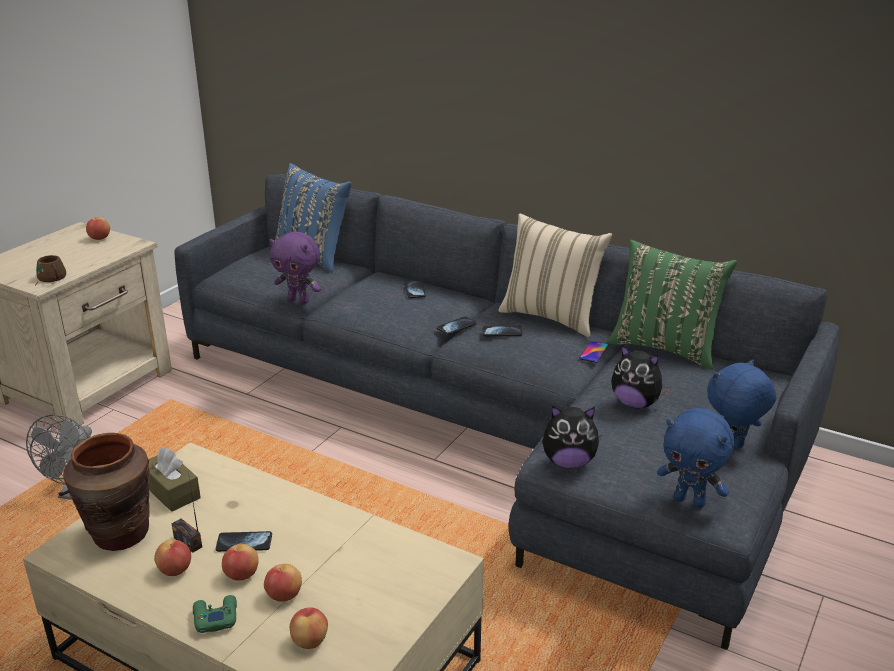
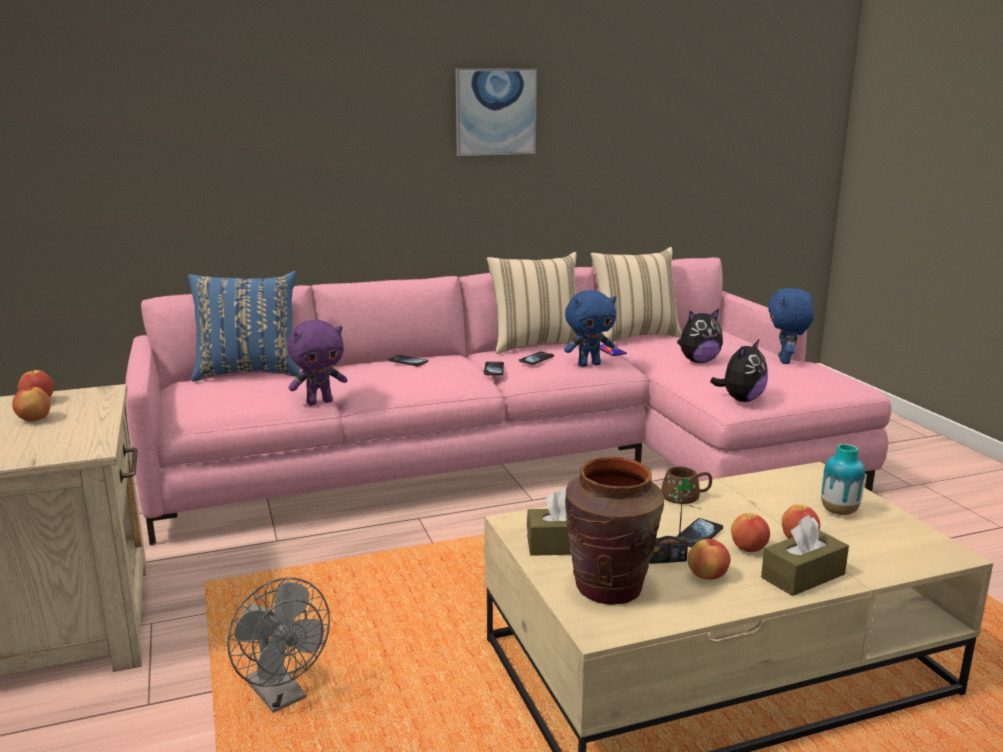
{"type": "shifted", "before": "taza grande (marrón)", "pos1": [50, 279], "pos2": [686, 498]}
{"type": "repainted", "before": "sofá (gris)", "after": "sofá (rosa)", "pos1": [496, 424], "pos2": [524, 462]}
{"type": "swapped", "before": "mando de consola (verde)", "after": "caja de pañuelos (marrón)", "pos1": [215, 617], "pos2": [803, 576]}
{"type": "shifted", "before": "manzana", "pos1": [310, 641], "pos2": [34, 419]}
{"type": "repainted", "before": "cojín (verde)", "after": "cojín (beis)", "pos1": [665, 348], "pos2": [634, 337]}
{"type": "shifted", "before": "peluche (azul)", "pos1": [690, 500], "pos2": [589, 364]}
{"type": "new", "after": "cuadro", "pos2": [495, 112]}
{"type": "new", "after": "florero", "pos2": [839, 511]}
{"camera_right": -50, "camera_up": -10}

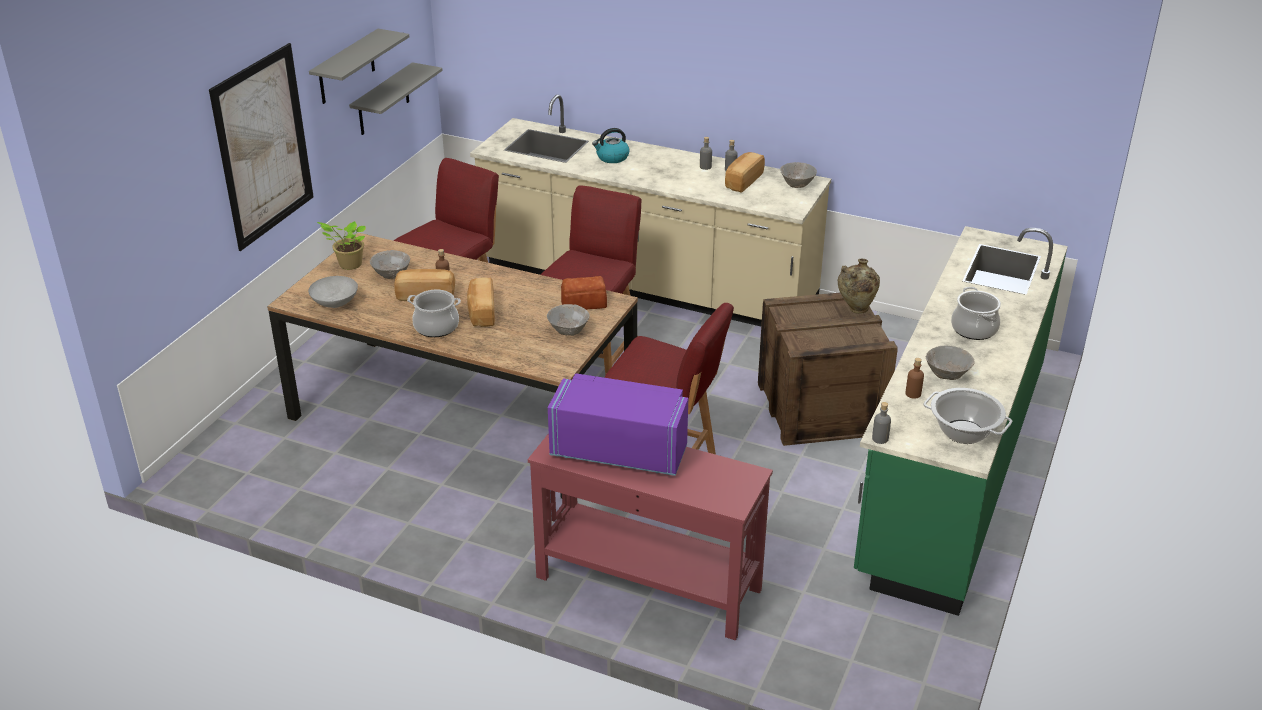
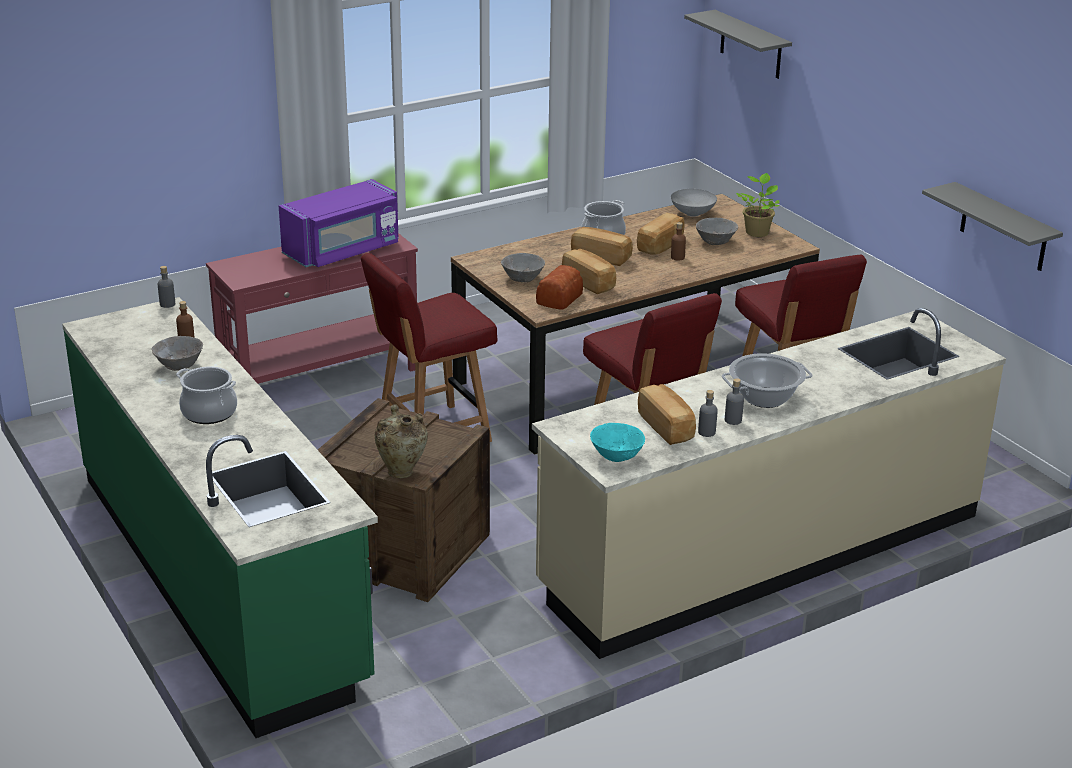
{"type": "gone", "before": "cuadro", "pos1": [263, 146]}
{"type": "shifted", "before": "estante (gris)", "pos1": [346, 67], "pos2": [751, 45]}
{"type": "gone", "before": "hervidor", "pos1": [612, 158]}
{"type": "repainted", "before": "cuenco (gris)", "after": "cuenco (turquesa)", "pos1": [797, 185], "pos2": [616, 456]}
{"type": "shifted", "before": "olla", "pos1": [963, 432], "pos2": [765, 397]}
{"type": "new", "after": "pan", "pos2": [589, 282]}
{"camera_right": 125, "camera_up": -5}

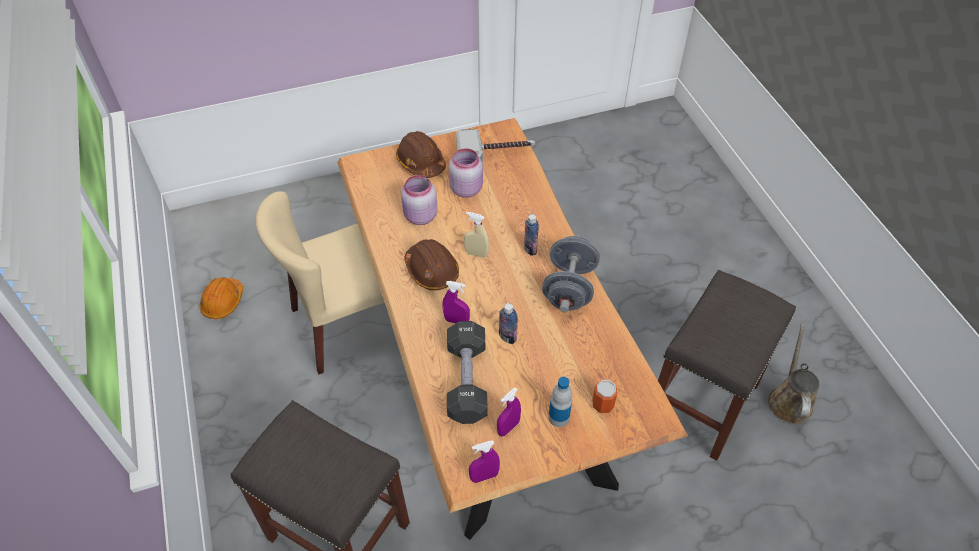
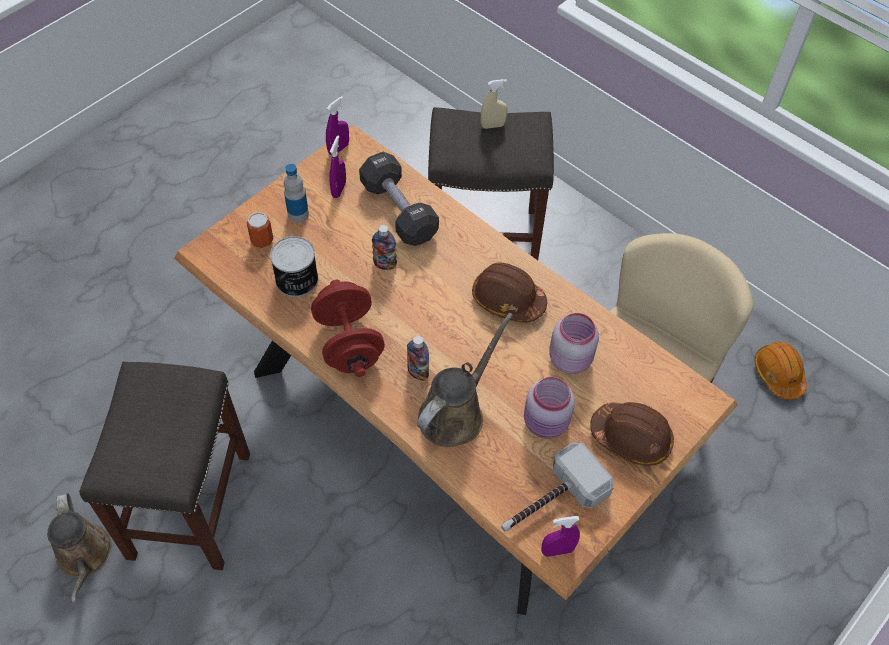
{"type": "shifted", "before": "pulverizador (morado)", "pos1": [456, 321], "pos2": [557, 550]}
{"type": "shifted", "before": "pulverizador (beis)", "pos1": [476, 254], "pos2": [493, 125]}
{"type": "repainted", "before": "mancuerna (gris)", "after": "mancuerna (rojo)", "pos1": [569, 288], "pos2": [349, 343]}
{"type": "new", "after": "lata", "pos2": [297, 281]}
{"type": "new", "after": "regadera (marrón)", "pos2": [455, 413]}
{"camera_right": 150, "camera_up": 5}

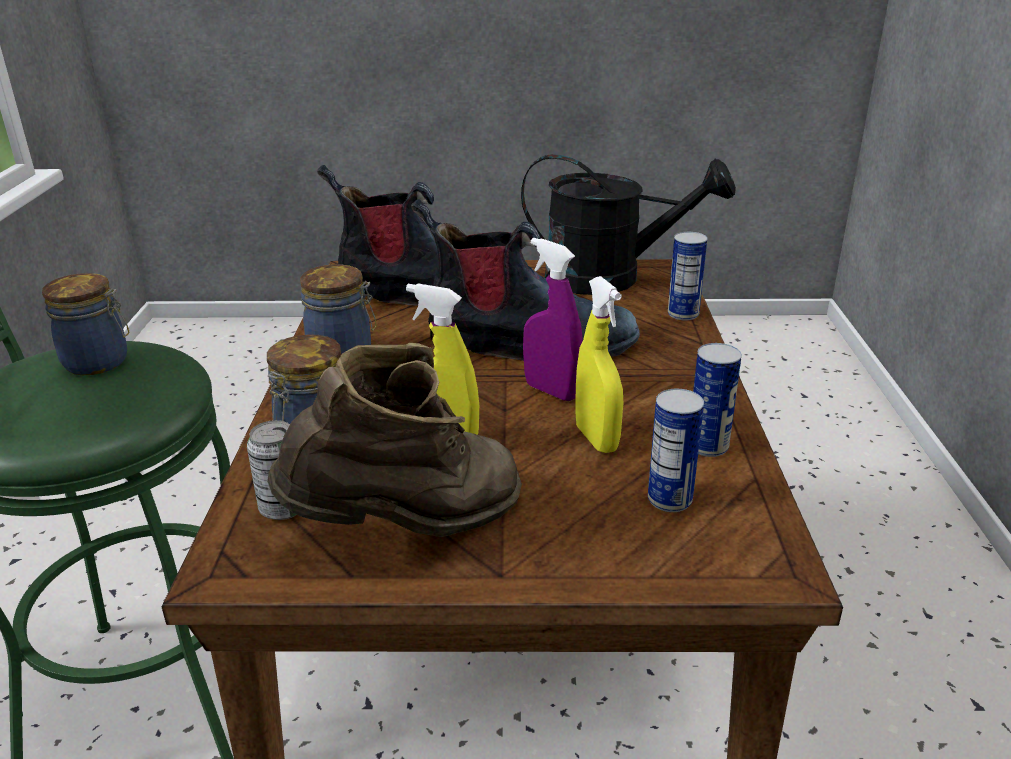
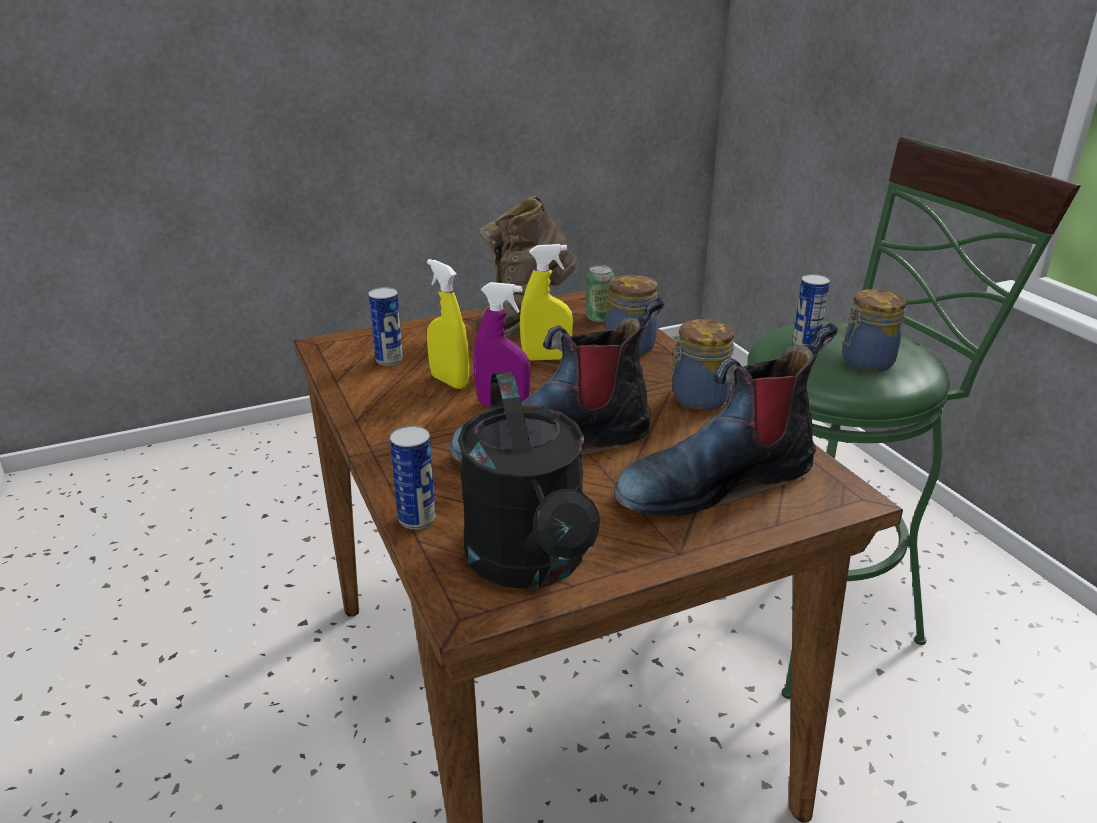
{"type": "rotated", "before": "regadera (negro)", "pos1": [610, 278], "pos2": [531, 564], "turn": -90}
{"type": "shifted", "before": "lata", "pos1": [708, 446], "pos2": [805, 344]}
{"camera_right": 155, "camera_up": 0}

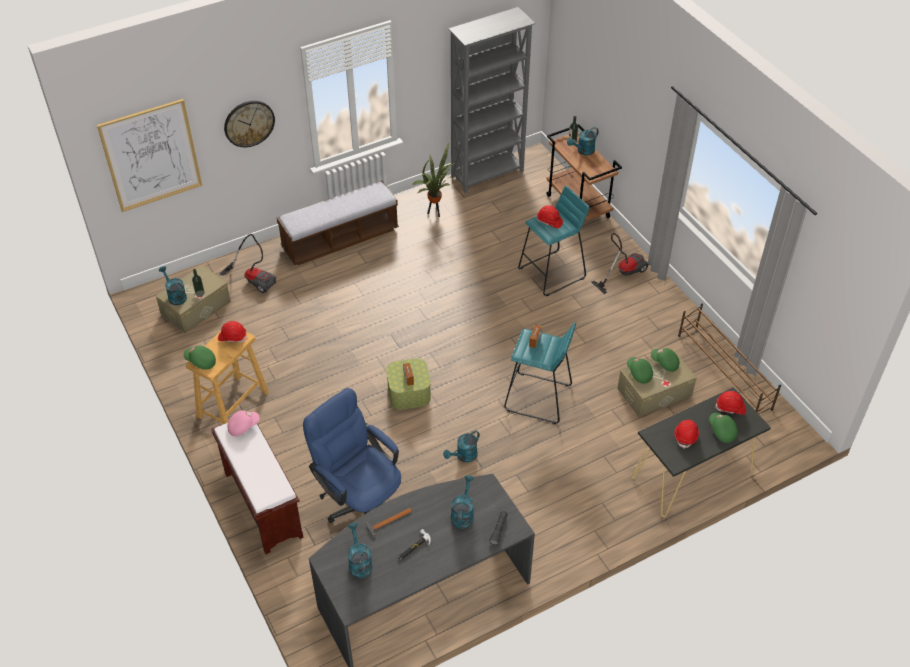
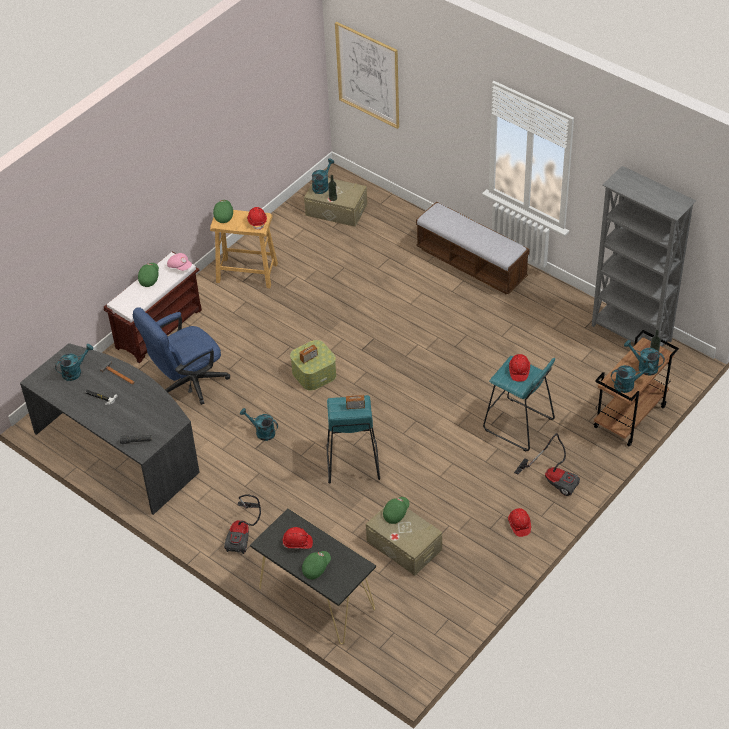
{"type": "shifted", "before": "aspiradora", "pos1": [254, 279], "pos2": [243, 533]}
{"type": "gone", "before": "reloj de pared", "pos1": [249, 123]}
{"type": "rotated", "before": "silla de oficina (azul)", "pos1": [360, 501], "pos2": [187, 383], "turn": -150}
{"type": "gone", "before": "planta en maceta", "pos1": [435, 212]}
{"type": "shifted", "before": "regadera (turquesa)", "pos1": [463, 514], "pos2": [628, 384]}
{"type": "shifted", "before": "gorra (verde)", "pos1": [664, 363], "pos2": [149, 278]}
{"type": "gone", "before": "zapatero (marrón)", "pos1": [724, 372]}
{"type": "shifted", "before": "casco (rojo)", "pos1": [730, 408], "pos2": [519, 525]}
{"camera_right": 70, "camera_up": 0}

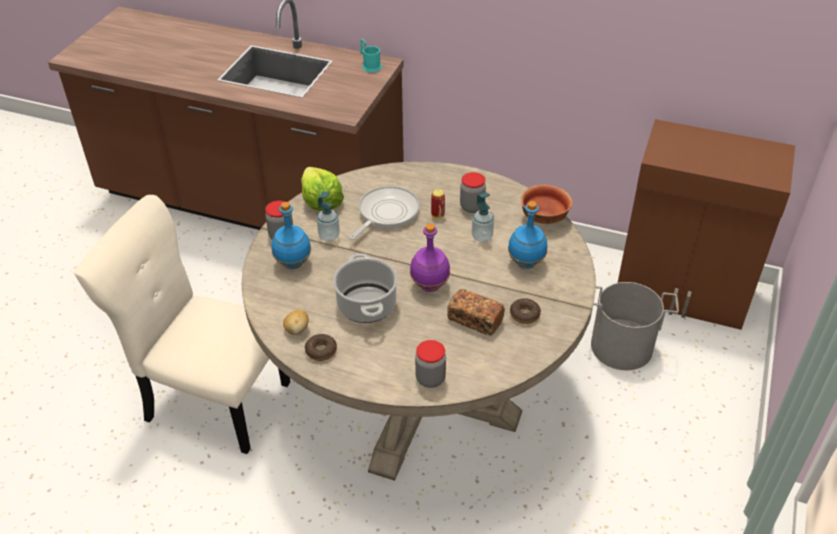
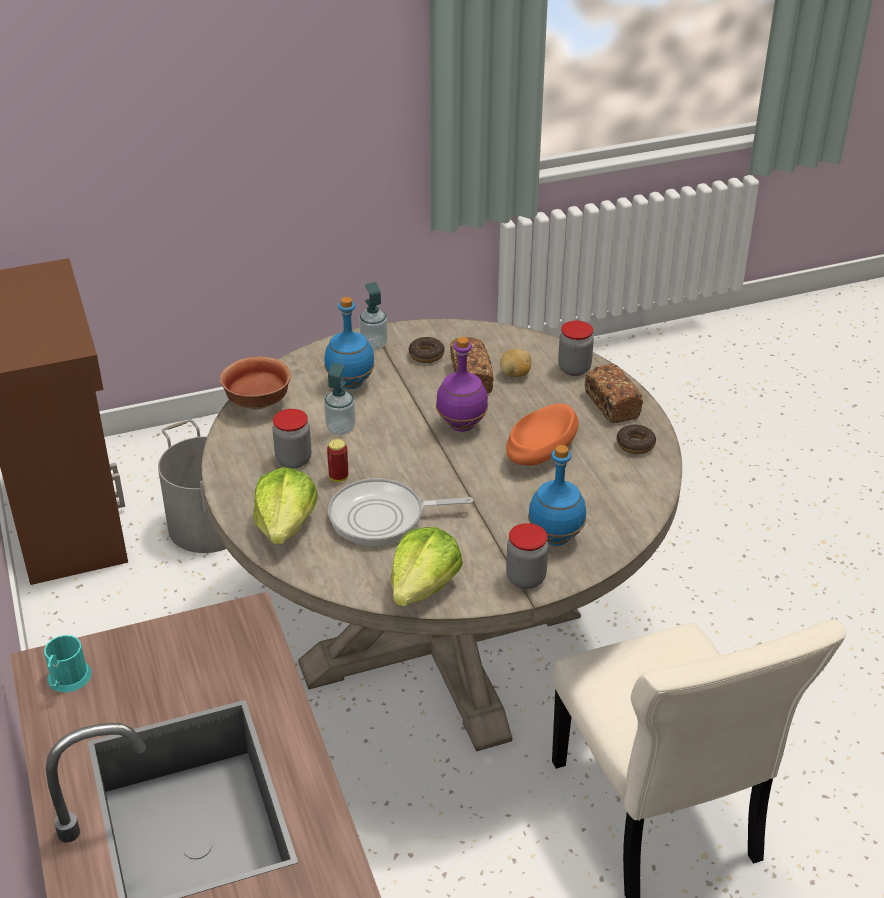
{"type": "shifted", "before": "patata", "pos1": [297, 329], "pos2": [515, 374]}
{"type": "shifted", "before": "dispensador de jabón", "pos1": [329, 236], "pos2": [374, 344]}
{"type": "swapped", "before": "olla", "after": "cuenco (naranja)", "pos1": [366, 304], "pos2": [541, 451]}
{"type": "new", "after": "lechuga", "pos2": [286, 525]}
{"type": "new", "after": "pan", "pos2": [611, 404]}
{"camera_right": -130, "camera_up": -5}

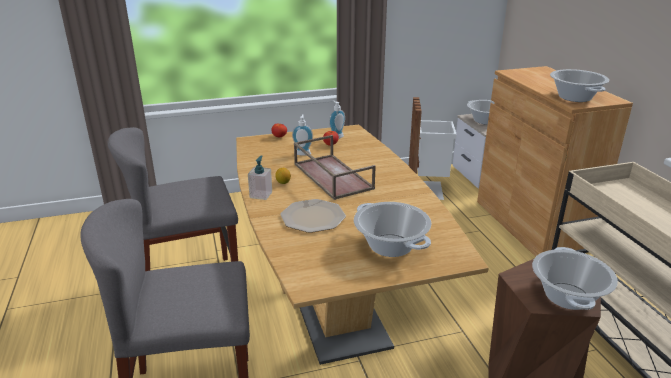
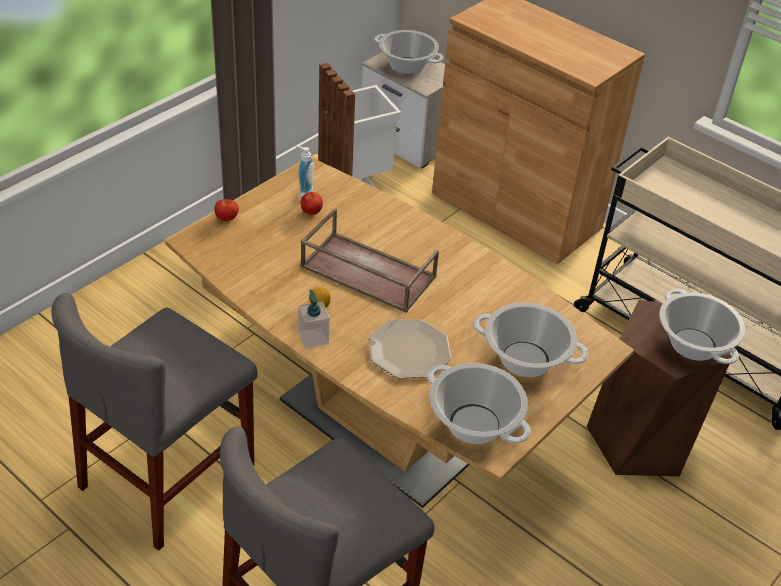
{"type": "gone", "before": "dispensador de jabón", "pos1": [303, 153]}
{"type": "shifted", "before": "olla", "pos1": [574, 97], "pos2": [474, 424]}
{"camera_right": -35, "camera_up": 15}

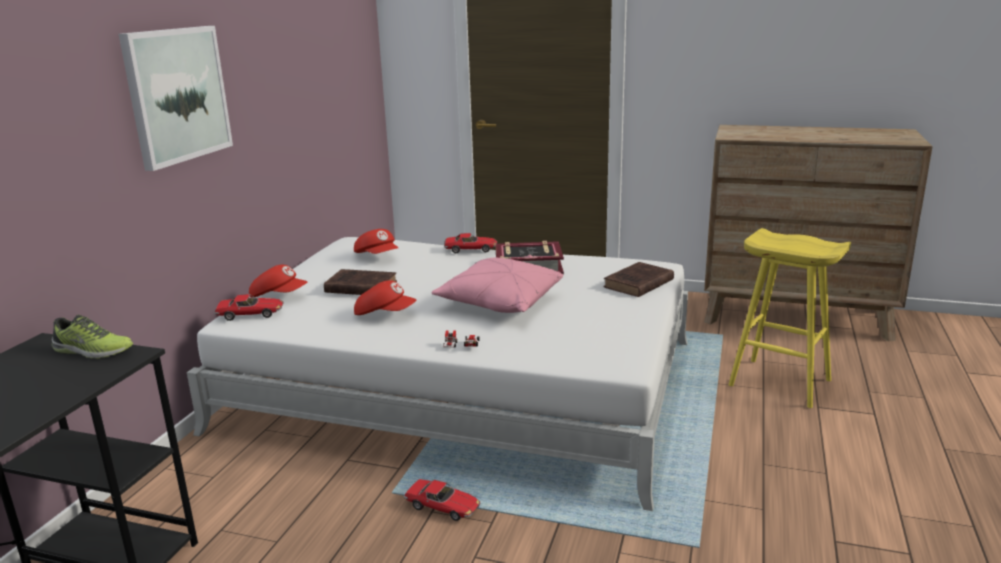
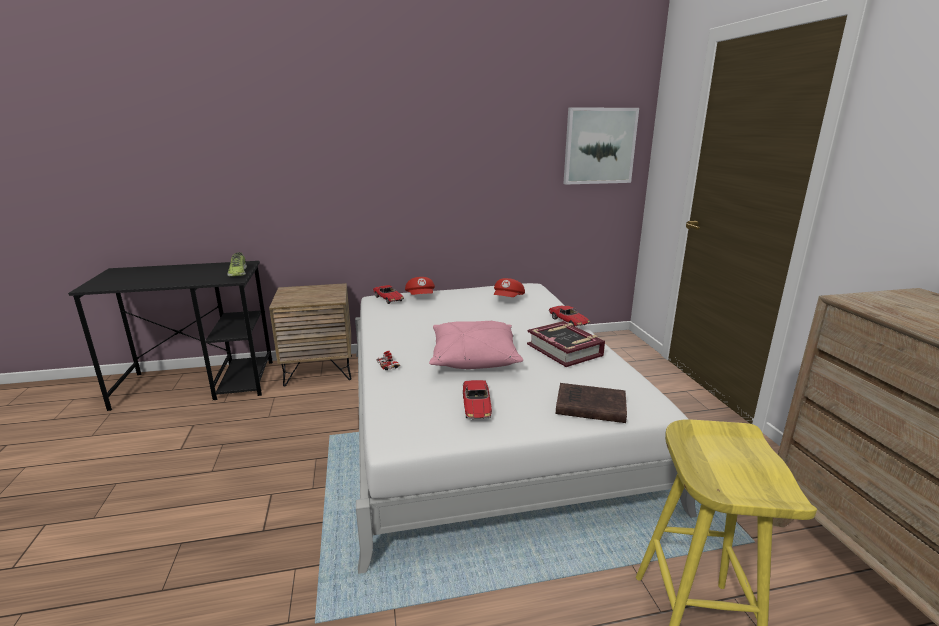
{"type": "shifted", "before": "cuadro", "pos1": [177, 95], "pos2": [599, 146]}
{"type": "gone", "before": "libro (marrón)", "pos1": [359, 287]}
{"type": "gone", "before": "gorra (rojo)", "pos1": [385, 314]}
{"type": "shifted", "before": "coche de juguete", "pos1": [443, 507], "pos2": [476, 407]}
{"type": "new", "after": "mesita de noche (marrón)", "pos2": [319, 370]}
{"camera_right": 60, "camera_up": 0}

